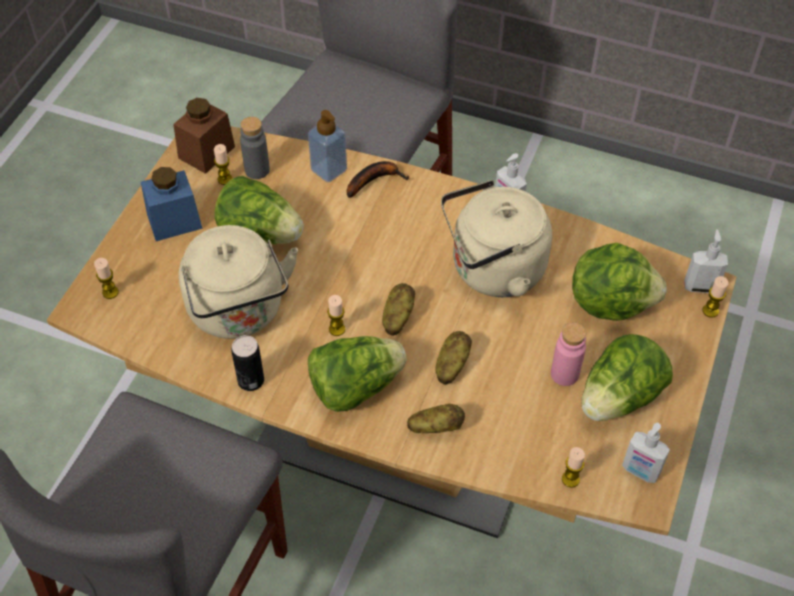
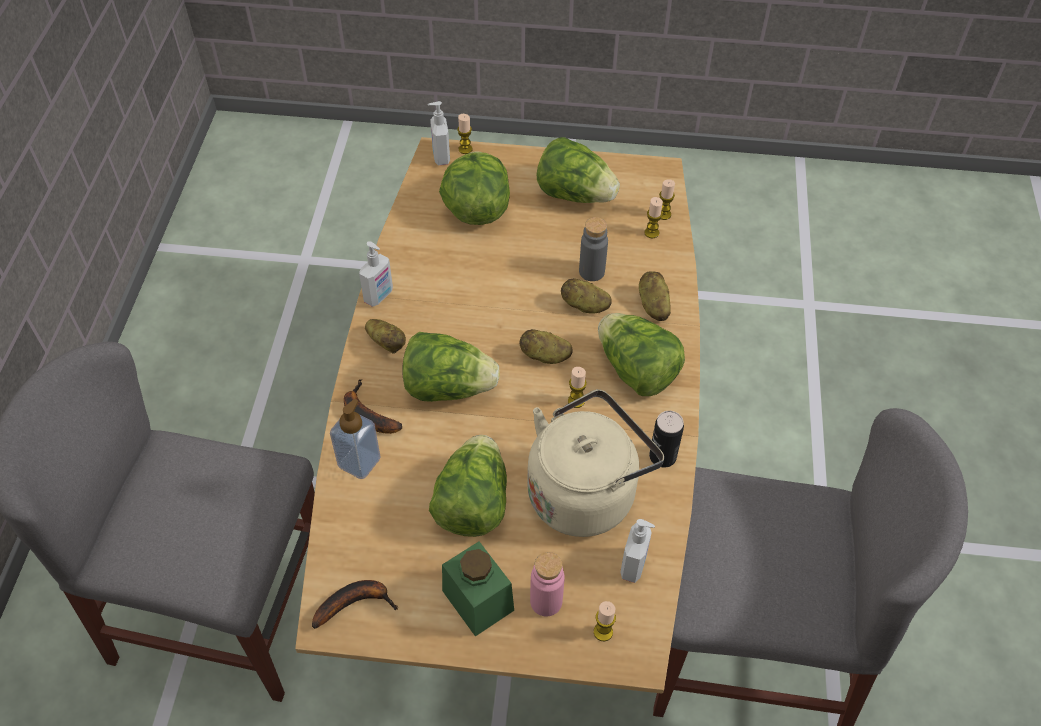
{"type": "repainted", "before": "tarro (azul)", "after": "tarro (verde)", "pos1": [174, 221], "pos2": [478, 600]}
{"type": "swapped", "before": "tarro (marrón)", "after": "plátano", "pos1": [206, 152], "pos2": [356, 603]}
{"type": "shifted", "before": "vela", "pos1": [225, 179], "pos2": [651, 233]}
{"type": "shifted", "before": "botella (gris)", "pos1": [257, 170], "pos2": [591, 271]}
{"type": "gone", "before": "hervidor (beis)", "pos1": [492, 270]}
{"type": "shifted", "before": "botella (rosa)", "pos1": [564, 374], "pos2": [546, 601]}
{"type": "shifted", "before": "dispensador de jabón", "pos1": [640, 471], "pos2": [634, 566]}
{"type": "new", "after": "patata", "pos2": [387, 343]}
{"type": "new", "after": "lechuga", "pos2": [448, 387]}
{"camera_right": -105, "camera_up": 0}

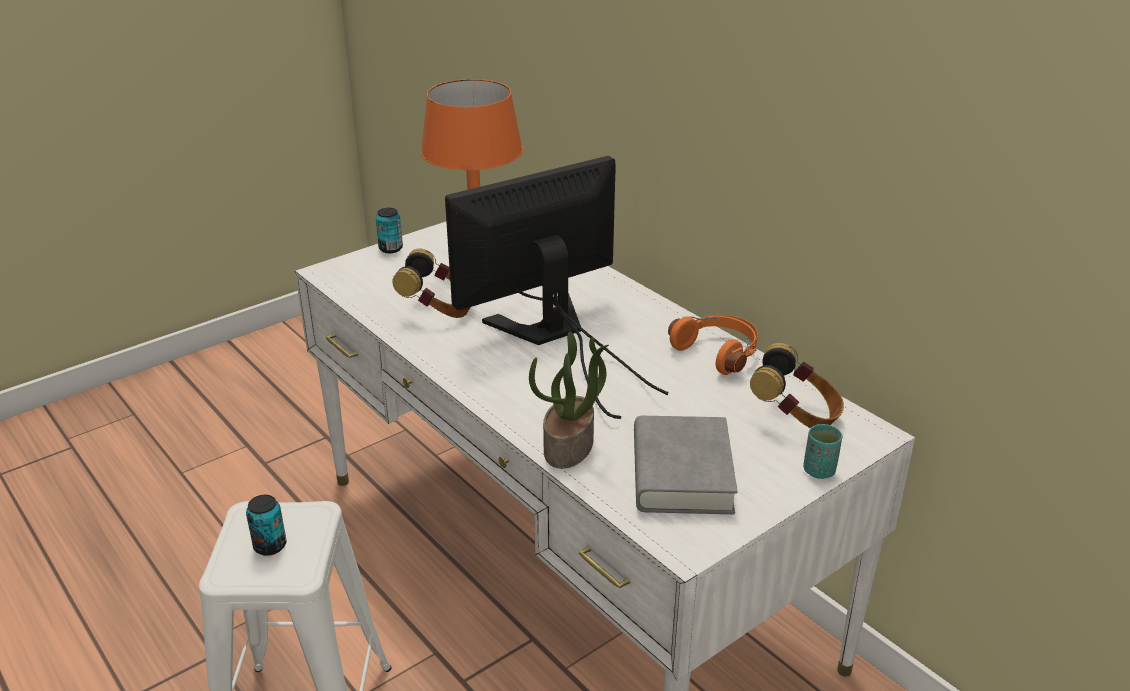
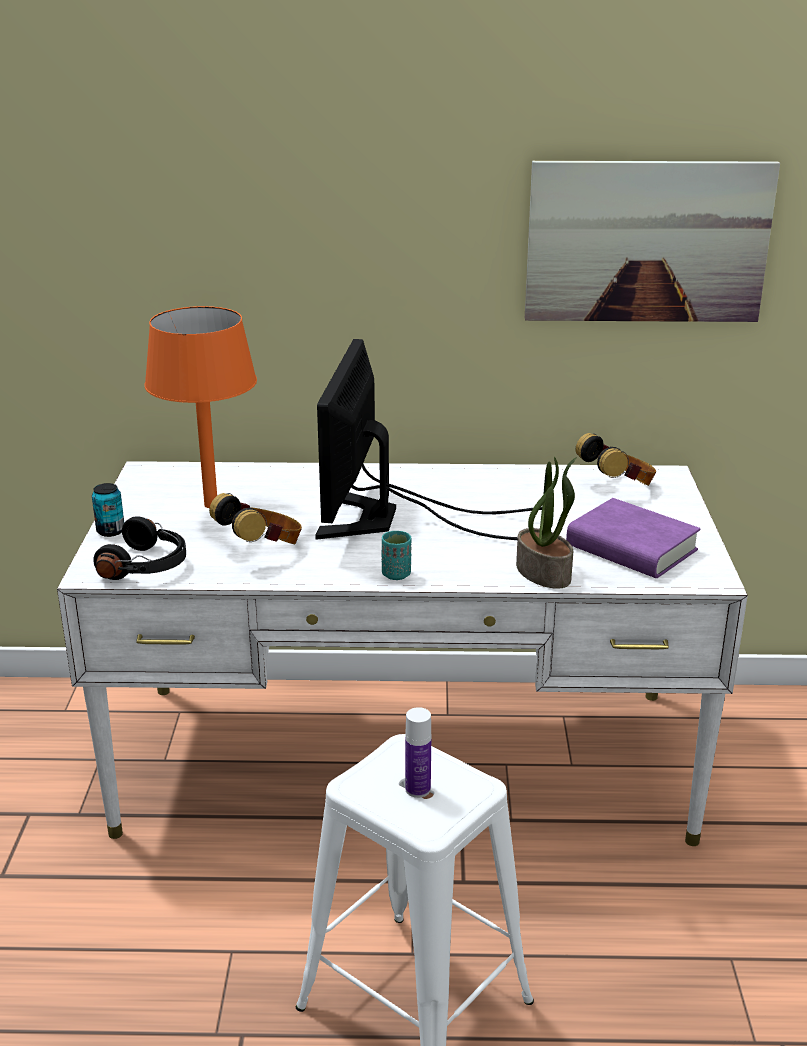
{"type": "swapped", "before": "lata", "after": "botella", "pos1": [270, 546], "pos2": [418, 789]}
{"type": "repainted", "before": "libro (gris)", "after": "libro (morado)", "pos1": [681, 474], "pos2": [631, 548]}
{"type": "gone", "before": "auriculares (naranja)", "pos1": [718, 352]}
{"type": "shifted", "before": "taza (turquesa)", "pos1": [819, 471], "pos2": [396, 574]}
{"type": "new", "after": "auriculares (negro)", "pos2": [147, 566]}
{"type": "new", "after": "cuadro", "pos2": [647, 242]}
{"camera_right": -50, "camera_up": -5}

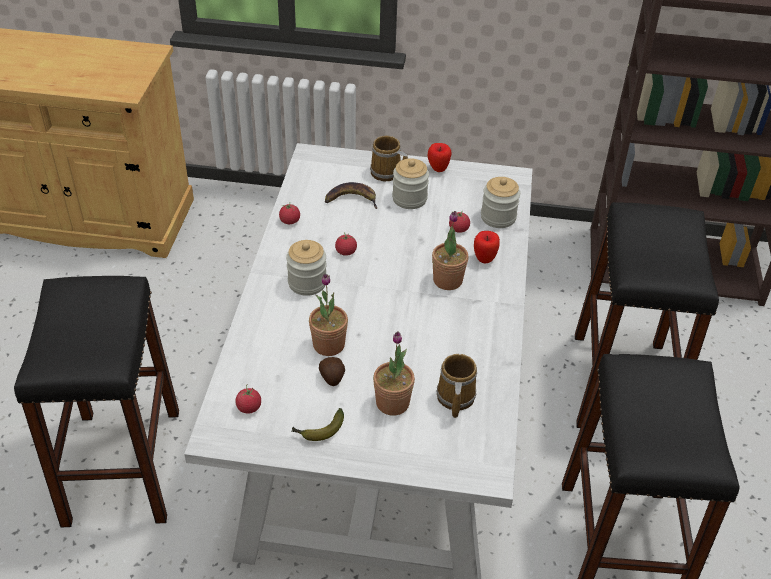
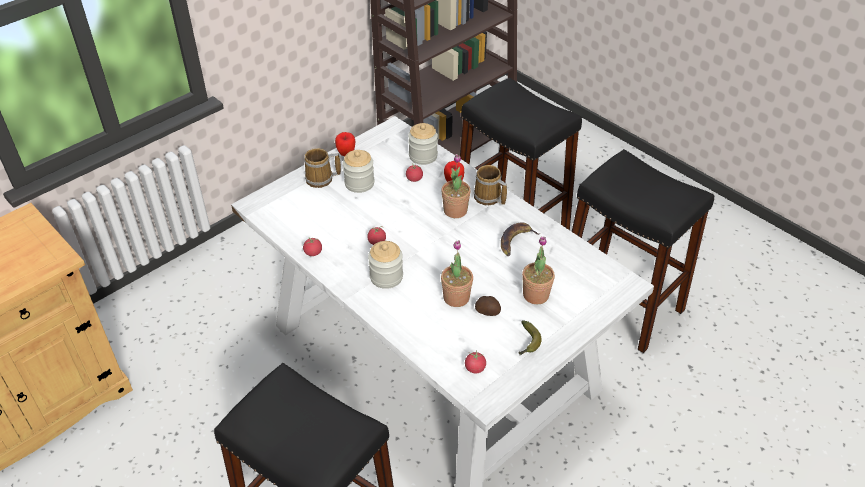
{"type": "shifted", "before": "plátano", "pos1": [352, 199], "pos2": [516, 241]}
{"type": "shifted", "before": "taza grande", "pos1": [454, 398], "pos2": [488, 198]}
{"camera_right": -50, "camera_up": 0}

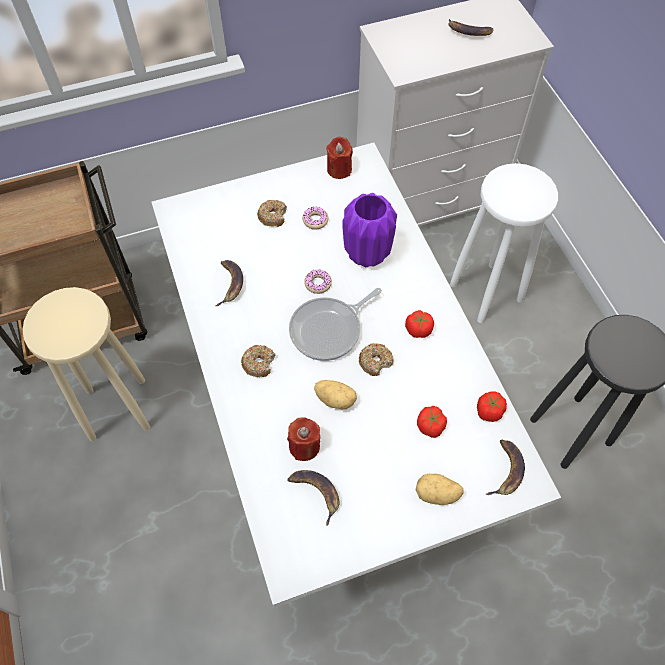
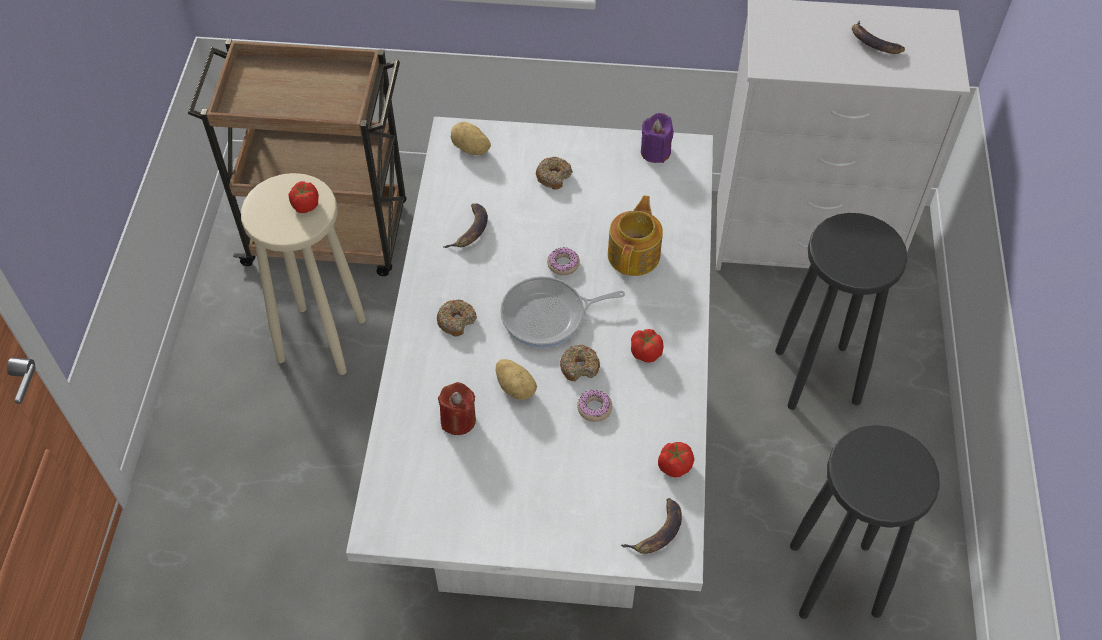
{"type": "gone", "before": "plátano", "pos1": [316, 493]}
{"type": "shifted", "before": "rosquilla", "pos1": [315, 220], "pos2": [594, 408]}
{"type": "repainted", "before": "vela (rojo)", "after": "vela (morado)", "pos1": [339, 169], "pos2": [655, 152]}
{"type": "swapped", "before": "florero (morado)", "after": "tetera", "pos1": [367, 255], "pos2": [635, 254]}
{"type": "shifted", "before": "patata", "pos1": [437, 494], "pos2": [471, 149]}
{"type": "shifted", "before": "tomate", "pos1": [430, 426], "pos2": [305, 205]}
{"type": "repainted", "before": "taburete (blanco)", "after": "taburete (negro)", "pos1": [486, 293], "pos2": [817, 377]}
{"camera_right": 25, "camera_up": -5}

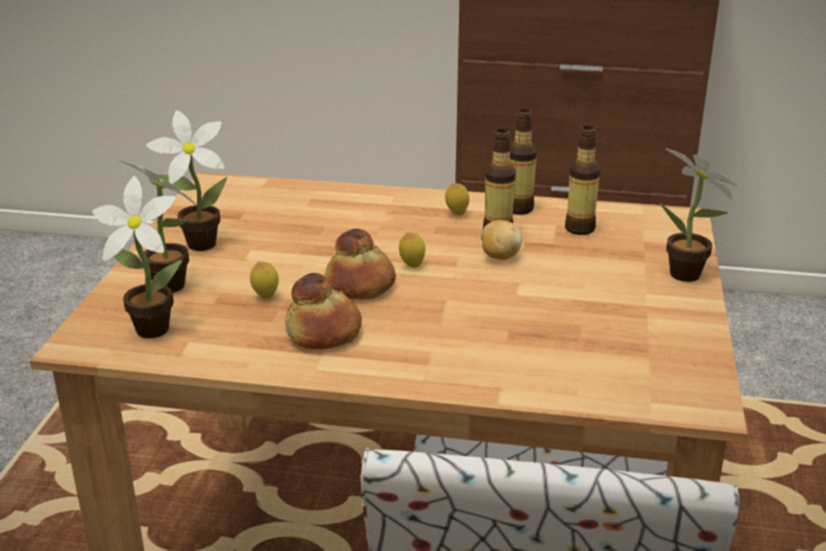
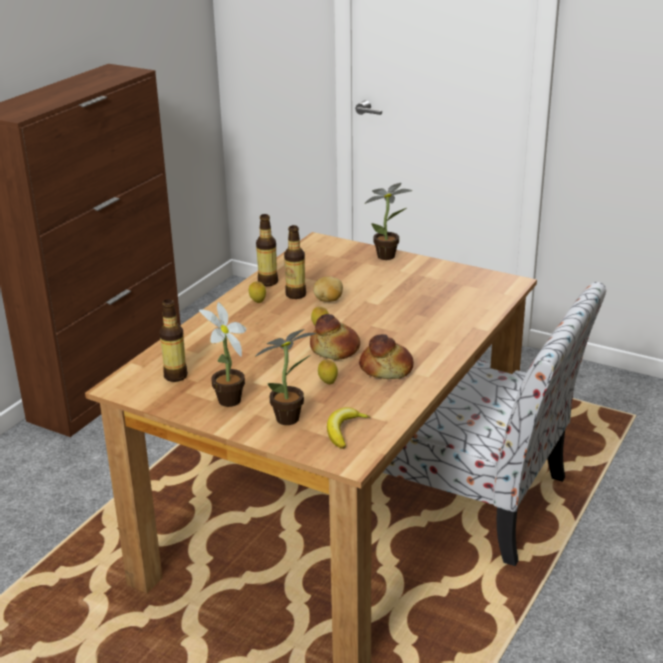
{"type": "swapped", "before": "planta en maceta", "after": "plátano", "pos1": [148, 328], "pos2": [344, 431]}
{"type": "shifted", "before": "botella", "pos1": [579, 229], "pos2": [175, 376]}
{"camera_right": -70, "camera_up": 0}

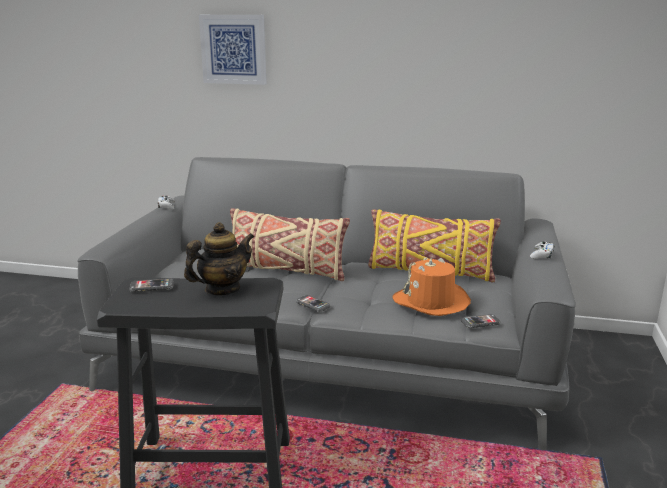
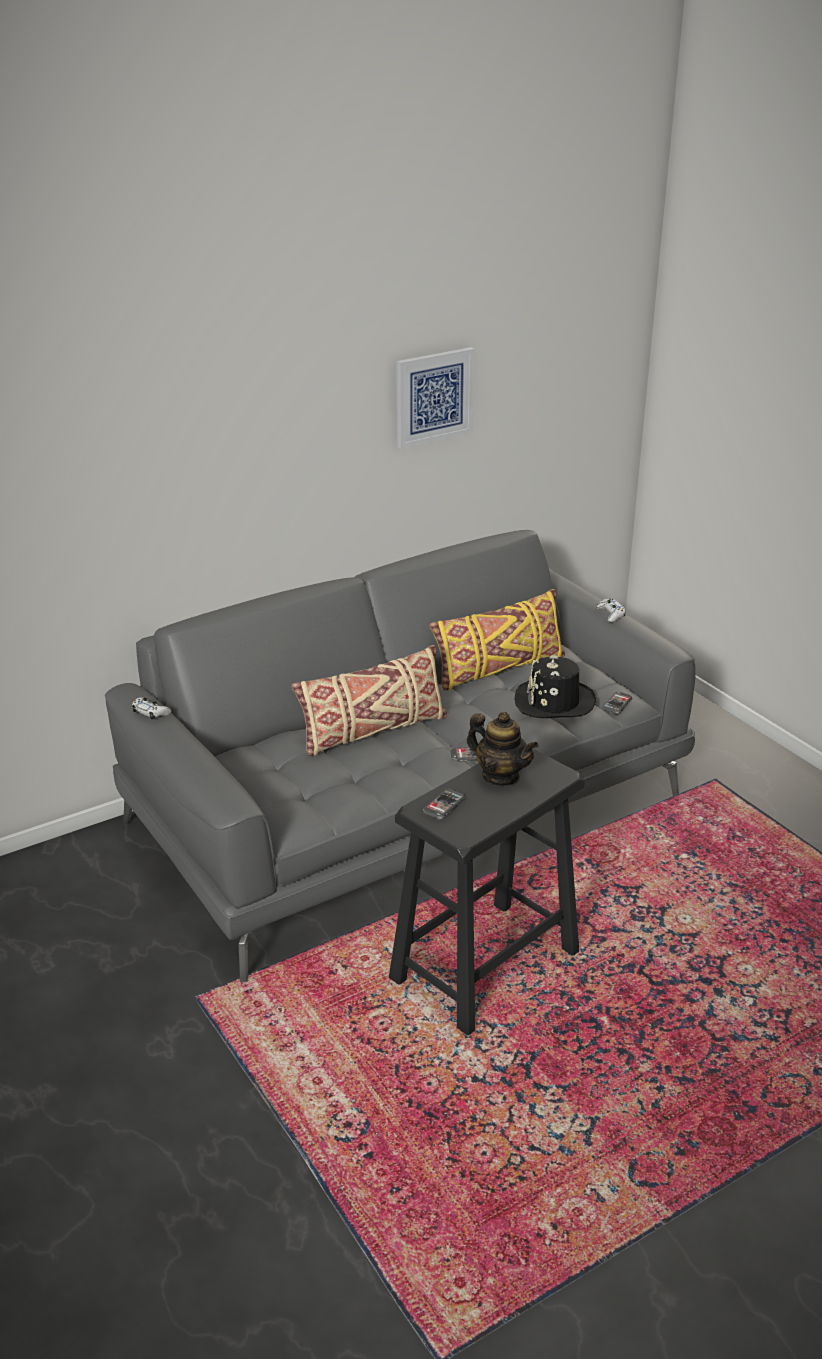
{"type": "rotated", "before": "tetera", "pos1": [222, 289], "pos2": [500, 776], "turn": 120}
{"type": "shifted", "before": "cuadro", "pos1": [233, 49], "pos2": [433, 397]}
{"type": "repainted", "before": "sombrero (naranja)", "after": "sombrero (negro)", "pos1": [431, 301], "pos2": [554, 702]}
{"camera_right": -45, "camera_up": 10}

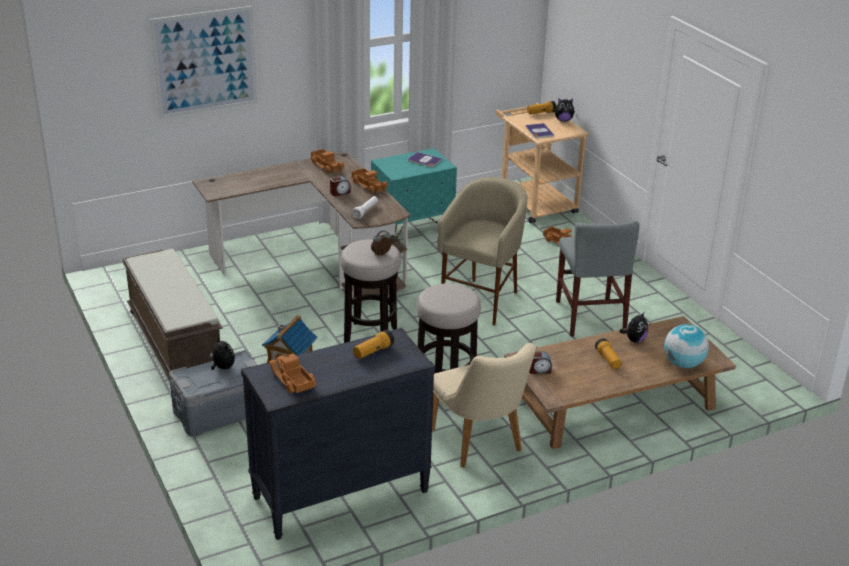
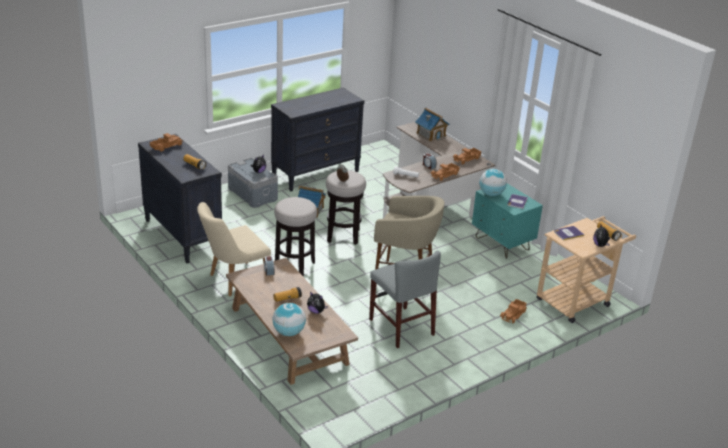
{"type": "swapped", "before": "banco (marrón)", "after": "cómoda (negro)", "pos1": [174, 343], "pos2": [316, 174]}
{"type": "gone", "before": "cuadro", "pos1": [205, 62]}
{"type": "rotated", "before": "silla (gris)", "pos1": [590, 317], "pos2": [401, 327], "turn": -105}
{"type": "new", "after": "casita", "pos2": [431, 134]}
{"type": "new", "after": "globo terráqueo", "pos2": [491, 194]}
{"camera_right": 80, "camera_up": 0}

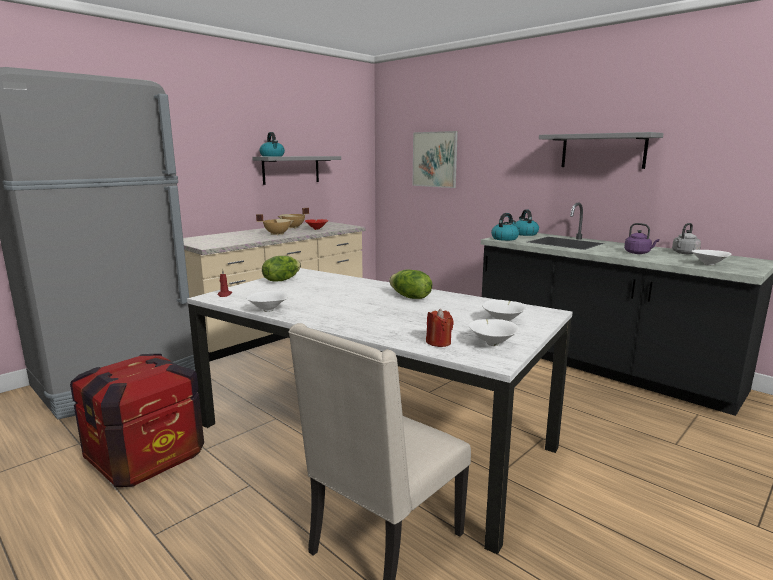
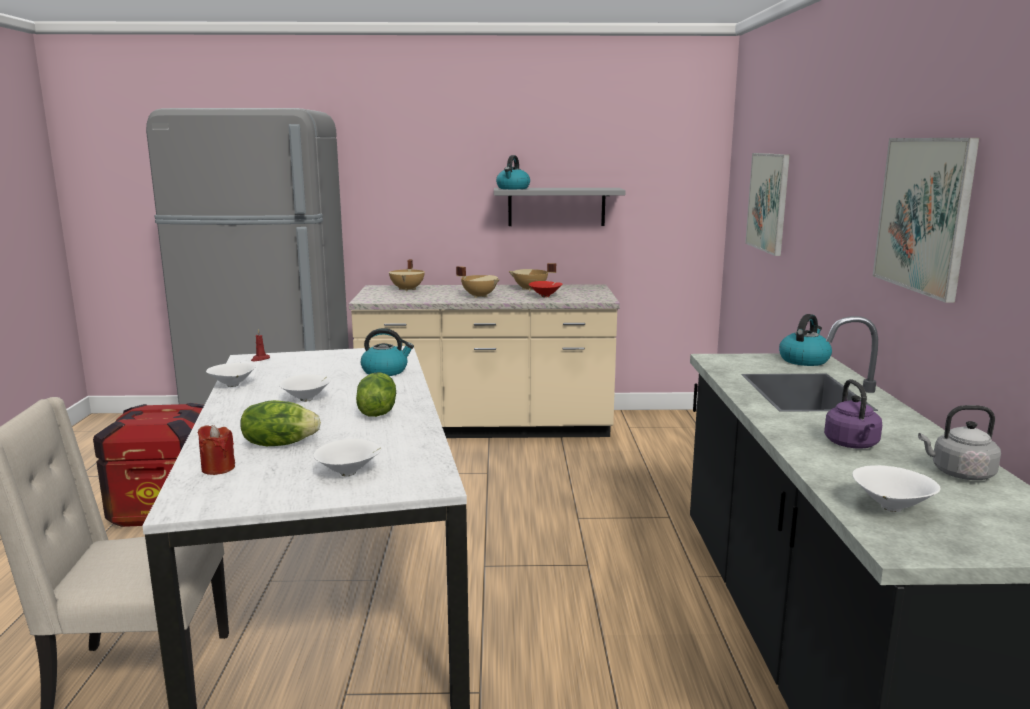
{"type": "shifted", "before": "lechuga", "pos1": [281, 280], "pos2": [279, 443]}
{"type": "shifted", "before": "cuenco (blanco)", "pos1": [492, 343], "pos2": [307, 399]}
{"type": "shifted", "before": "hervidor", "pos1": [505, 238], "pos2": [385, 371]}
{"type": "swapped", "before": "estante (gris)", "after": "cuadro", "pos1": [603, 151], "pos2": [924, 214]}
{"type": "new", "after": "olla (beis)", "pos2": [408, 289]}
{"camera_right": 45, "camera_up": 0}

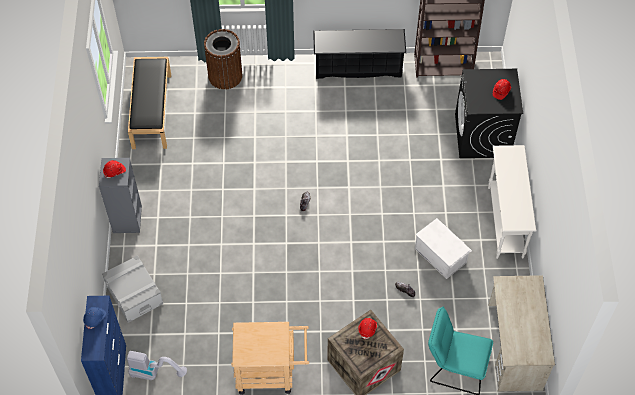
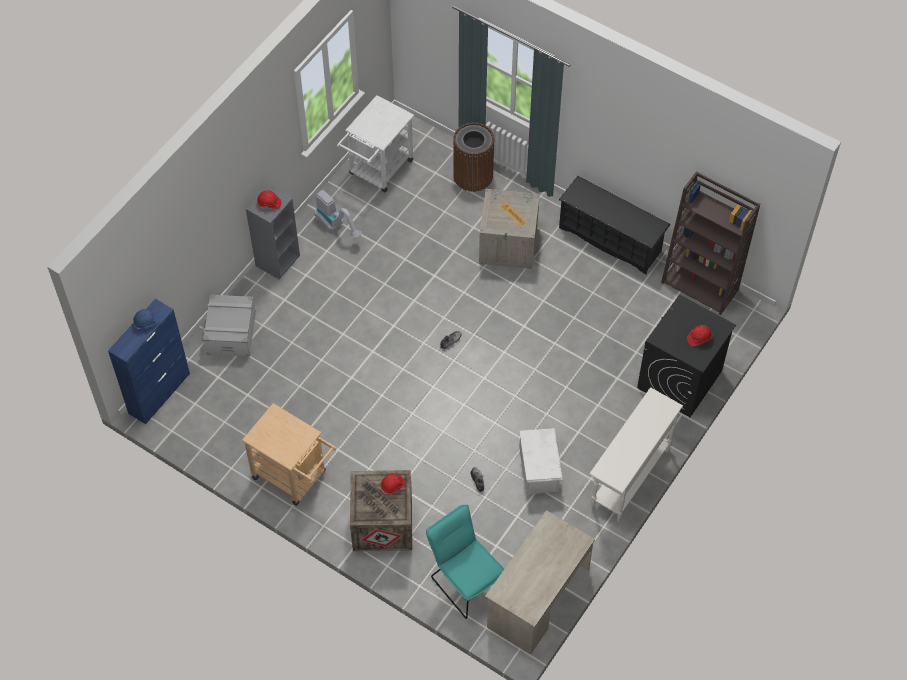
{"type": "shifted", "before": "aspiradora", "pos1": [154, 372], "pos2": [336, 226]}
{"type": "swapped", "before": "banco (negro)", "after": "carrito (blanco)", "pos1": [151, 110], "pos2": [378, 170]}
{"type": "new", "after": "caja de embalaje", "pos2": [509, 243]}
{"camera_right": 35, "camera_up": 0}

